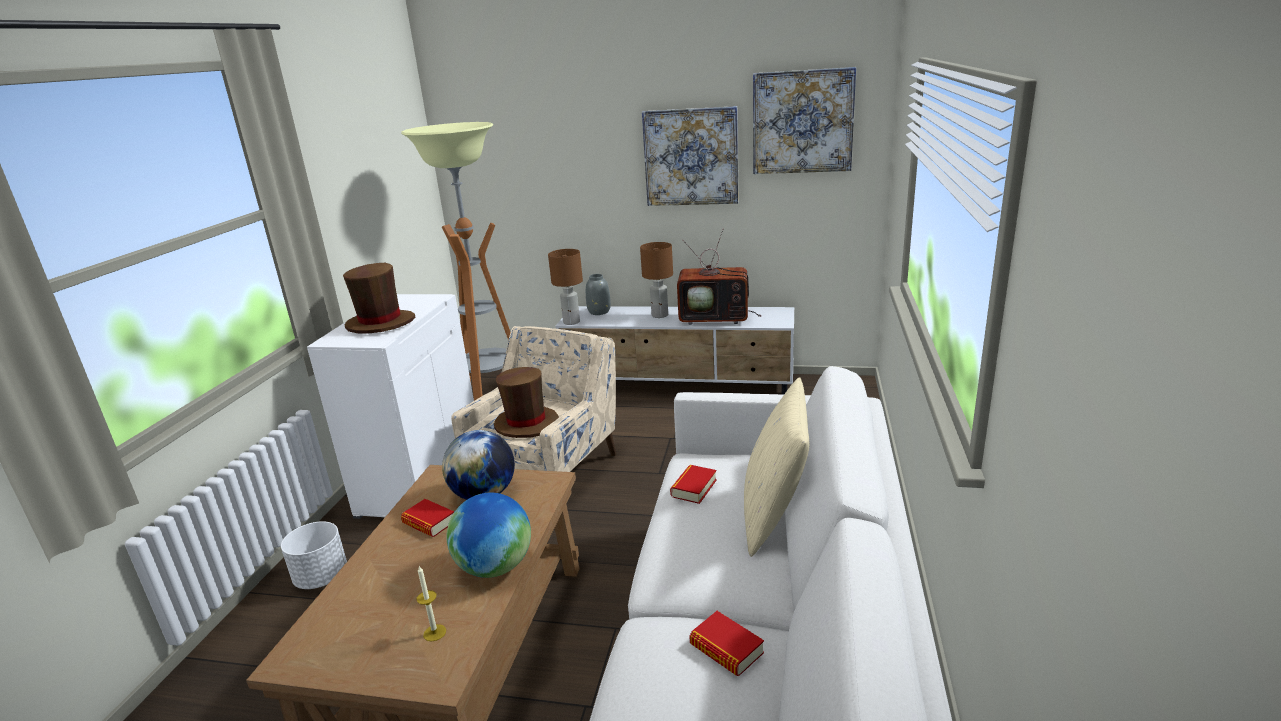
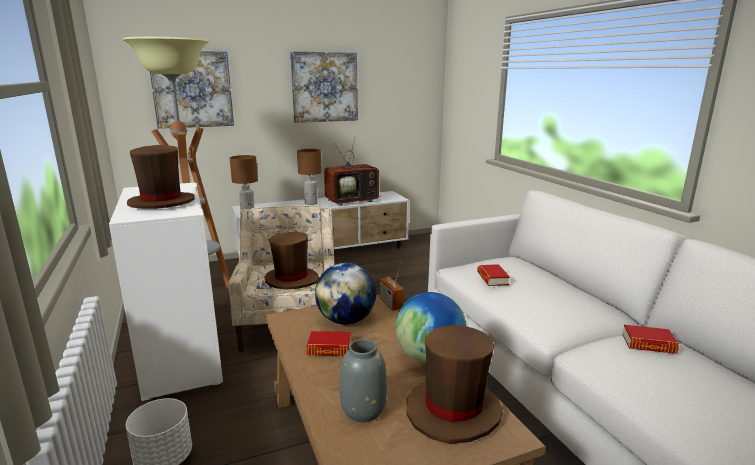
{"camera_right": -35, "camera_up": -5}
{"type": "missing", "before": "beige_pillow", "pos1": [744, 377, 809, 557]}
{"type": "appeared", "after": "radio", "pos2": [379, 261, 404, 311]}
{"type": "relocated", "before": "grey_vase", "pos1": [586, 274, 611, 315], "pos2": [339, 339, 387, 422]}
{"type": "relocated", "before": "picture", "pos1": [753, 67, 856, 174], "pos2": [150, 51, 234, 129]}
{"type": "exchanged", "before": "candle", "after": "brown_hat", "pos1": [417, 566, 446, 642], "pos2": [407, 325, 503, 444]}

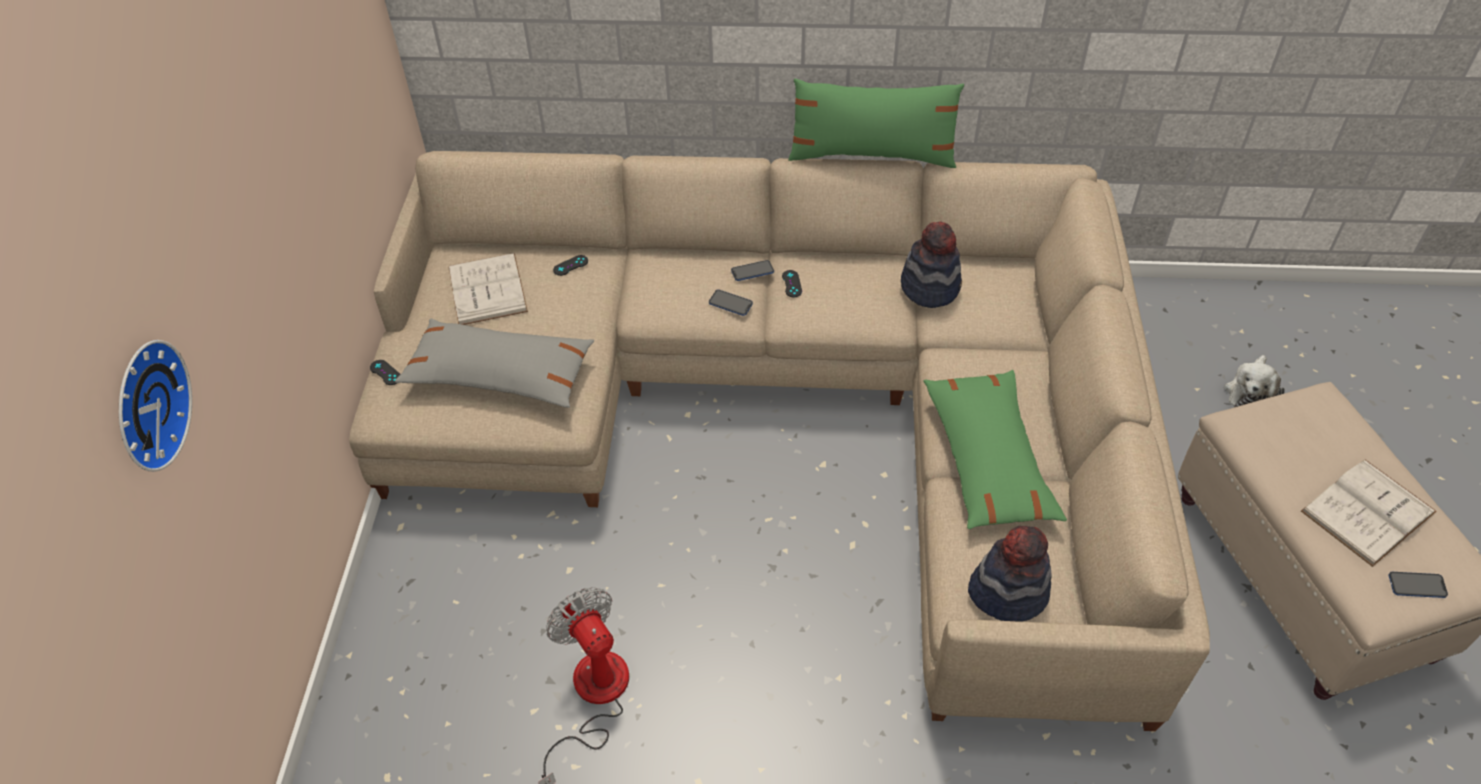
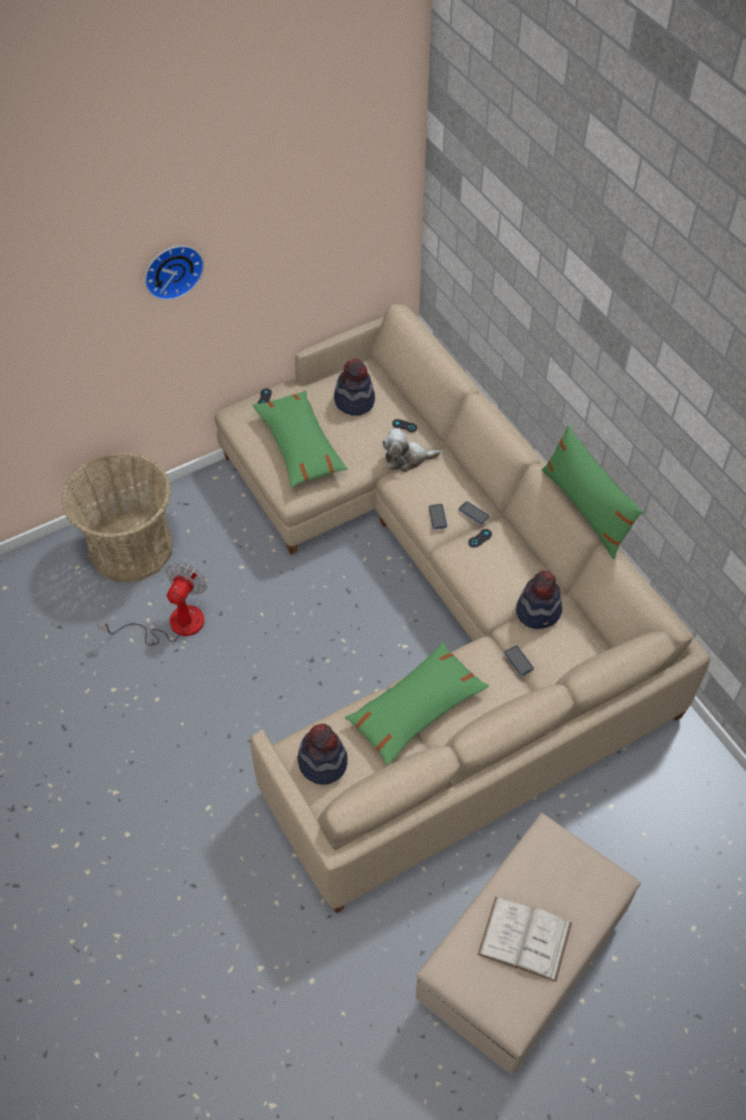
{"camera_right": 55, "camera_up": 5}
{"type": "appeared", "after": "basket", "pos2": [61, 452, 173, 582]}
{"type": "relocated", "before": "wall_clock", "pos1": [119, 340, 192, 472], "pos2": [145, 246, 204, 300]}
{"type": "relocated", "before": "plush_toy", "pos1": [1224, 355, 1285, 407], "pos2": [382, 429, 441, 472]}
{"type": "relocated", "before": "phone", "pos1": [1388, 572, 1448, 598], "pos2": [504, 646, 534, 676]}
{"type": "exchanged", "before": "white_book", "after": "hat", "pos1": [448, 253, 528, 325], "pos2": [334, 359, 375, 416]}
{"type": "colour", "before": "grey_pillow", "after": "green_pillow", "pos1": [395, 319, 594, 408], "pos2": [252, 391, 348, 488]}

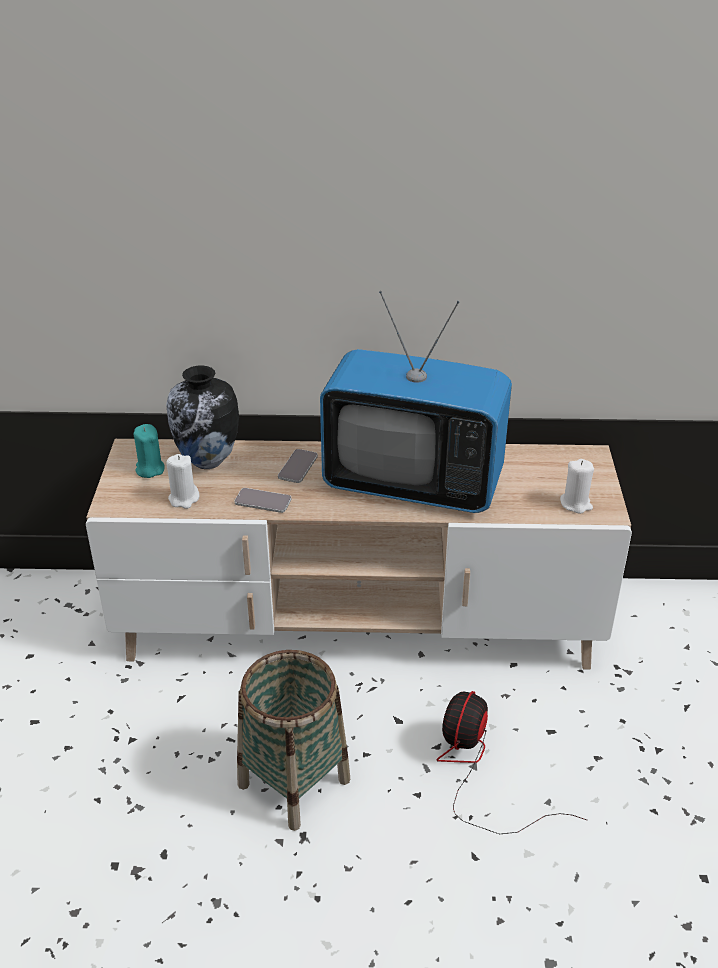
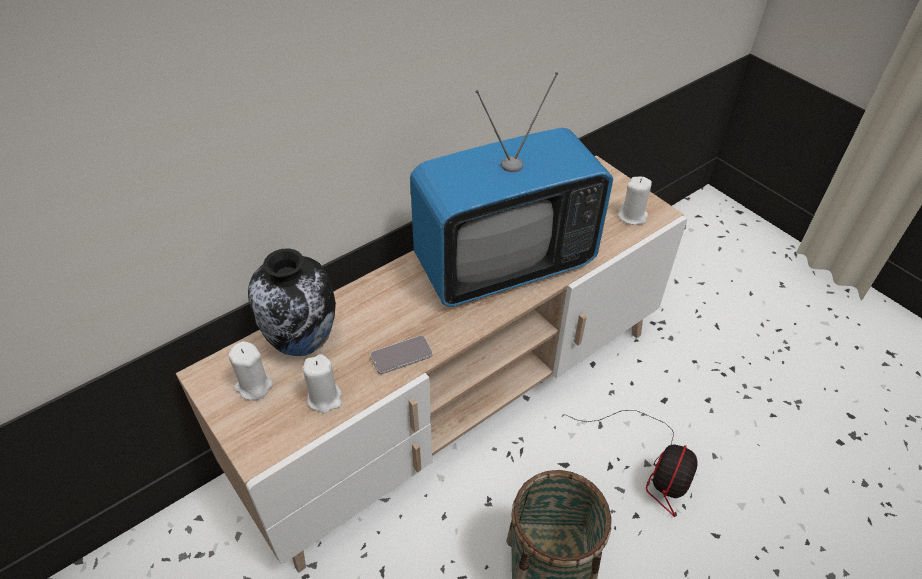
{"camera_right": -40, "camera_up": 10}
{"type": "missing", "before": "phone", "pos1": [278, 449, 318, 483]}
{"type": "colour", "before": "turquoise_candle", "after": "white_candle", "pos1": [133, 424, 165, 478], "pos2": [228, 341, 273, 401]}
{"type": "spun", "before": "fan", "pos1": [436, 691, 588, 834], "pos2": [566, 410, 698, 517], "turn": -135}

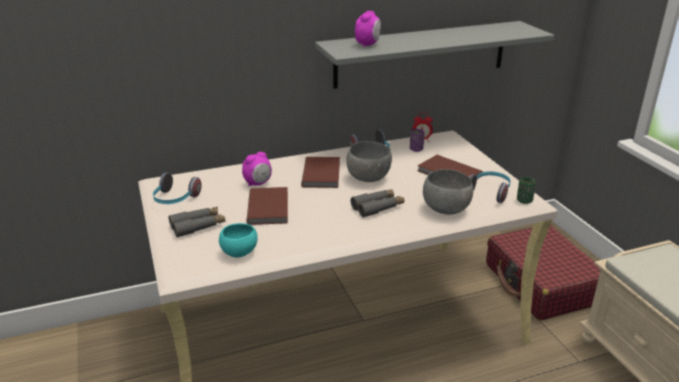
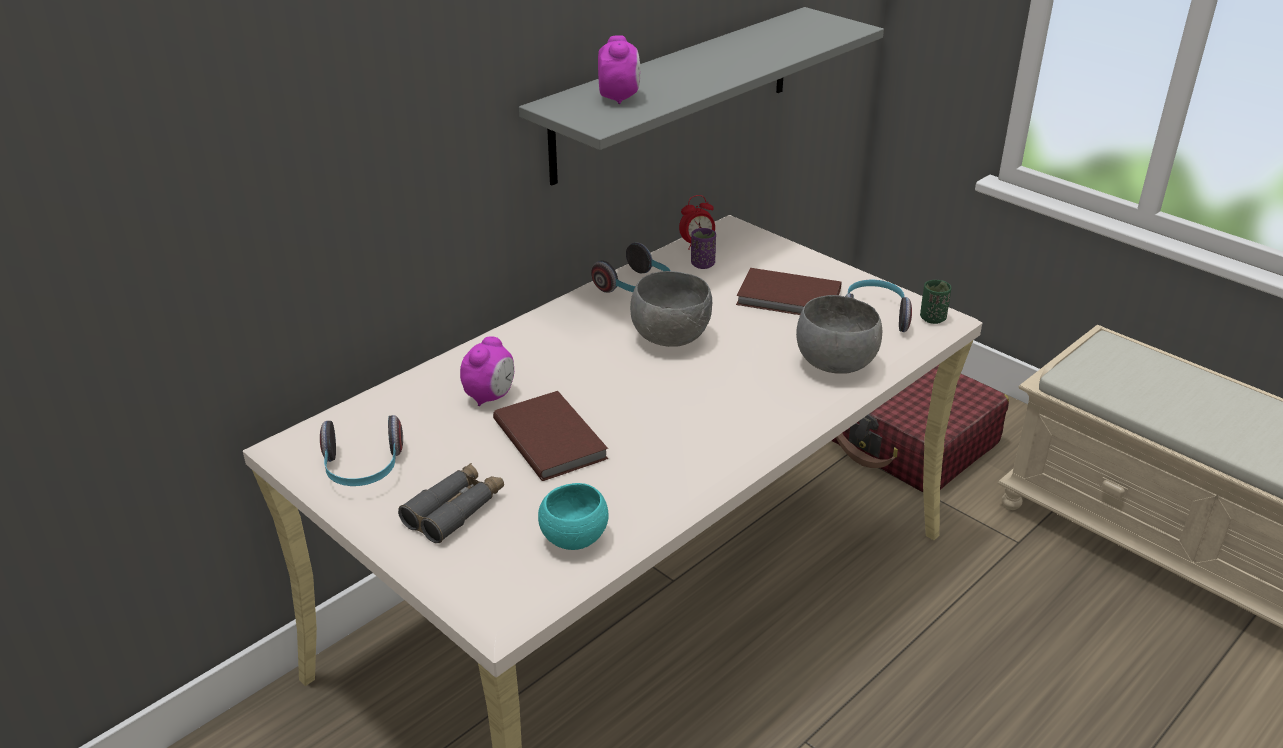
{"camera_right": -25, "camera_up": 5}
{"type": "missing", "before": "brown_book", "pos1": [301, 157, 340, 188]}
{"type": "missing", "before": "grey_binoculars", "pos1": [351, 189, 405, 218]}

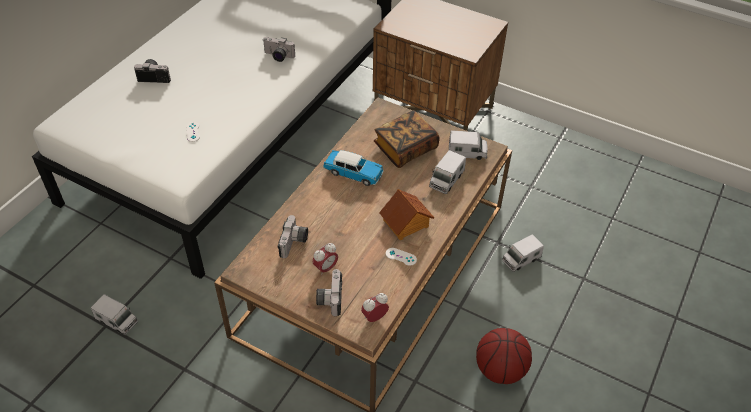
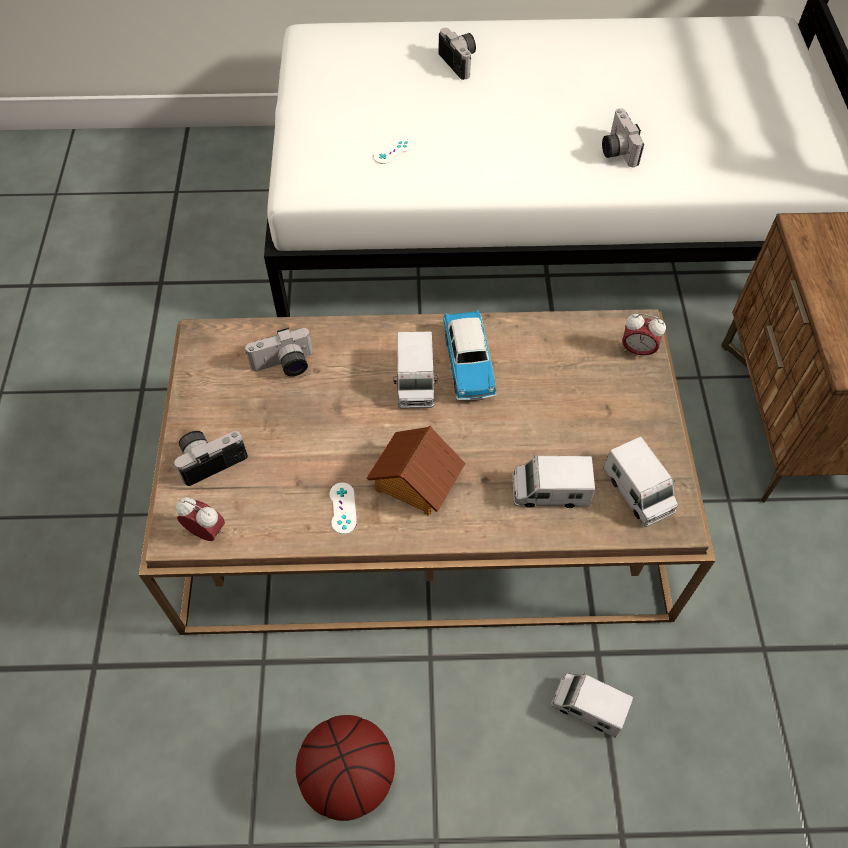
{"camera_right": 60, "camera_up": 10}
{"type": "missing", "before": "book", "pos1": [374, 110, 440, 168]}
{"type": "relocated", "before": "toy_truck", "pos1": [91, 294, 138, 335], "pos2": [394, 331, 437, 409]}
{"type": "relocated", "before": "alarm_clock", "pos1": [313, 243, 338, 276], "pos2": [622, 314, 666, 359]}

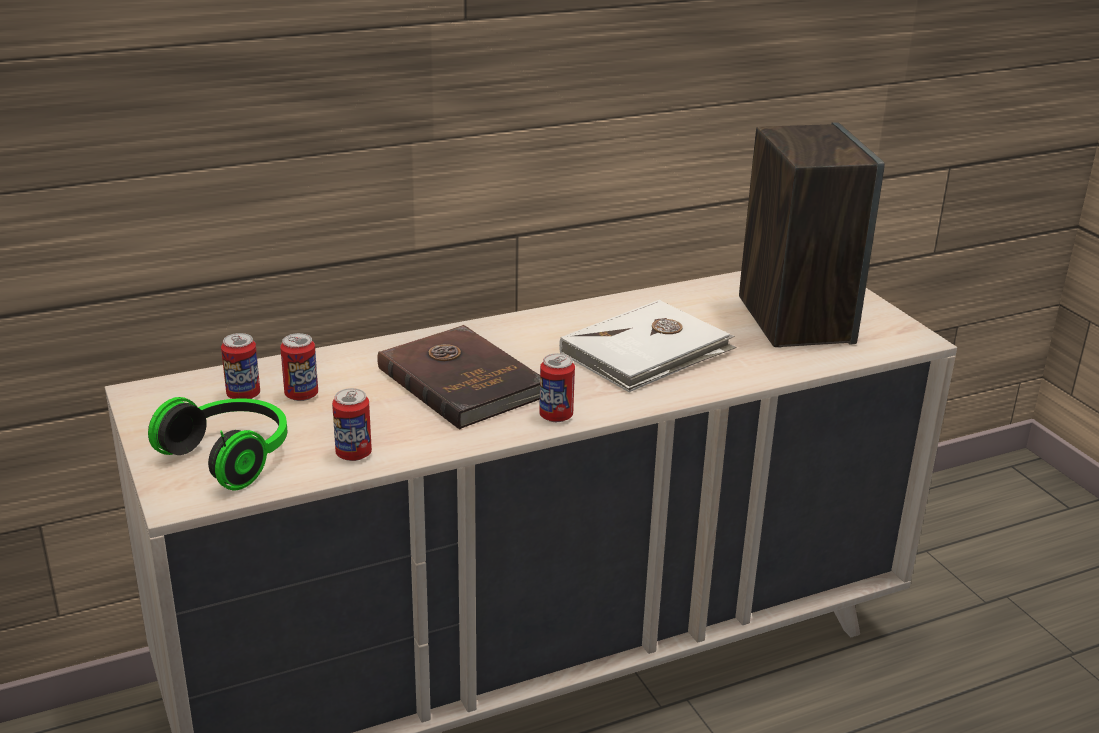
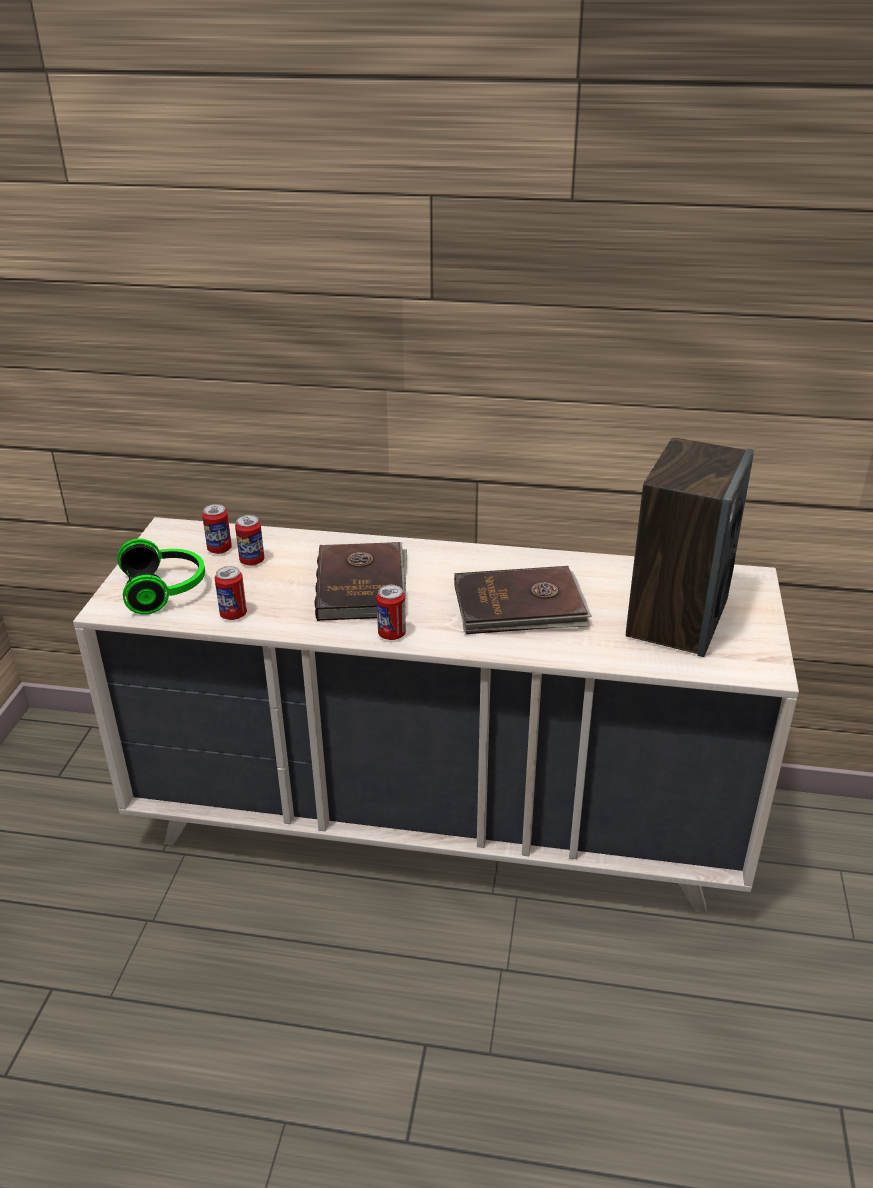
{"camera_right": 35, "camera_up": 5}
{"type": "colour", "before": "white_book", "after": "brown_book", "pos1": [559, 300, 737, 392], "pos2": [454, 566, 592, 634]}

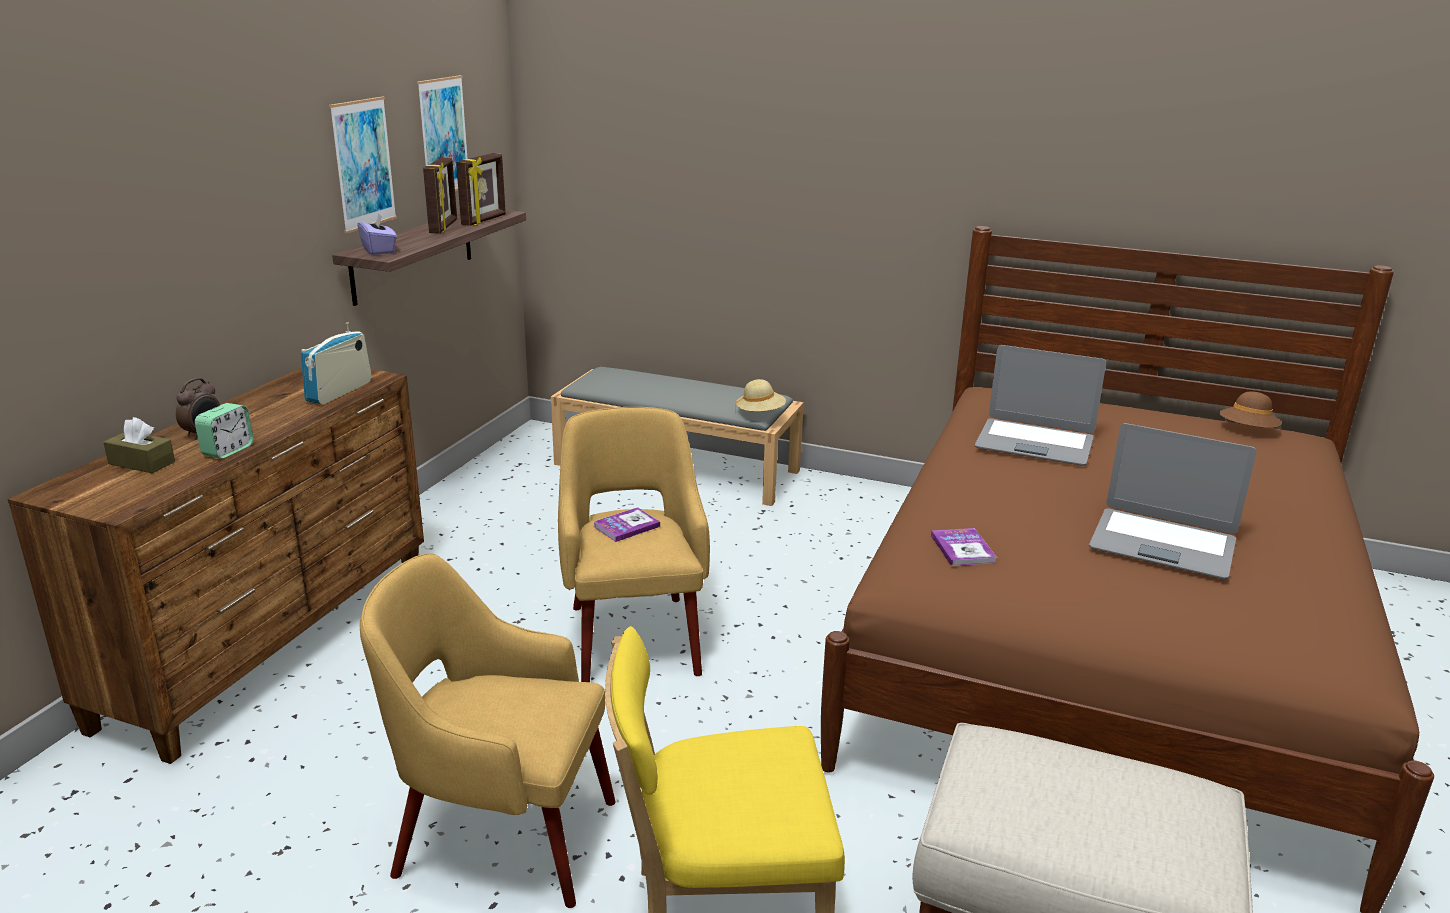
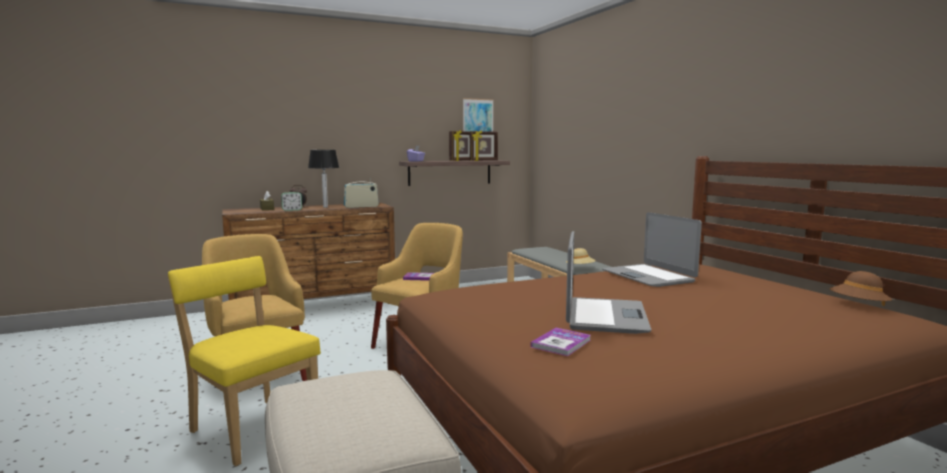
{"camera_right": 45, "camera_up": -15}
{"type": "missing", "before": "picture", "pos1": [329, 97, 397, 234]}
{"type": "appeared", "after": "table_lamp", "pos2": [308, 150, 339, 208]}
{"type": "relocated", "before": "book", "pos1": [931, 528, 997, 566], "pos2": [531, 328, 591, 356]}
{"type": "spun", "before": "laptop", "pos1": [1089, 423, 1256, 579], "pos2": [566, 231, 651, 334], "turn": -150}

